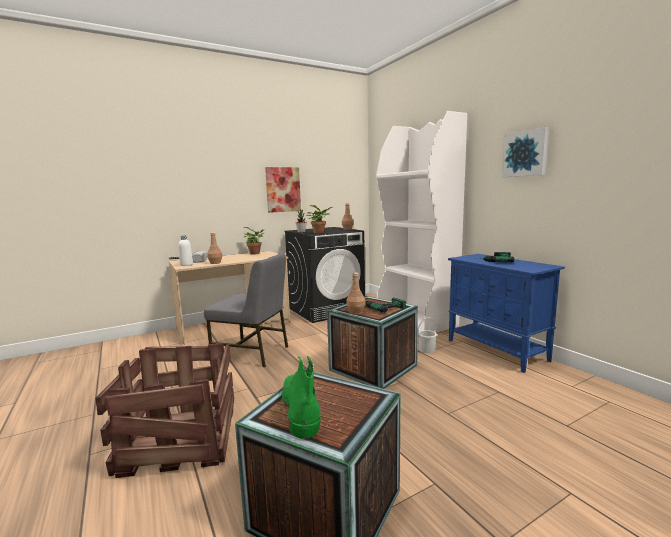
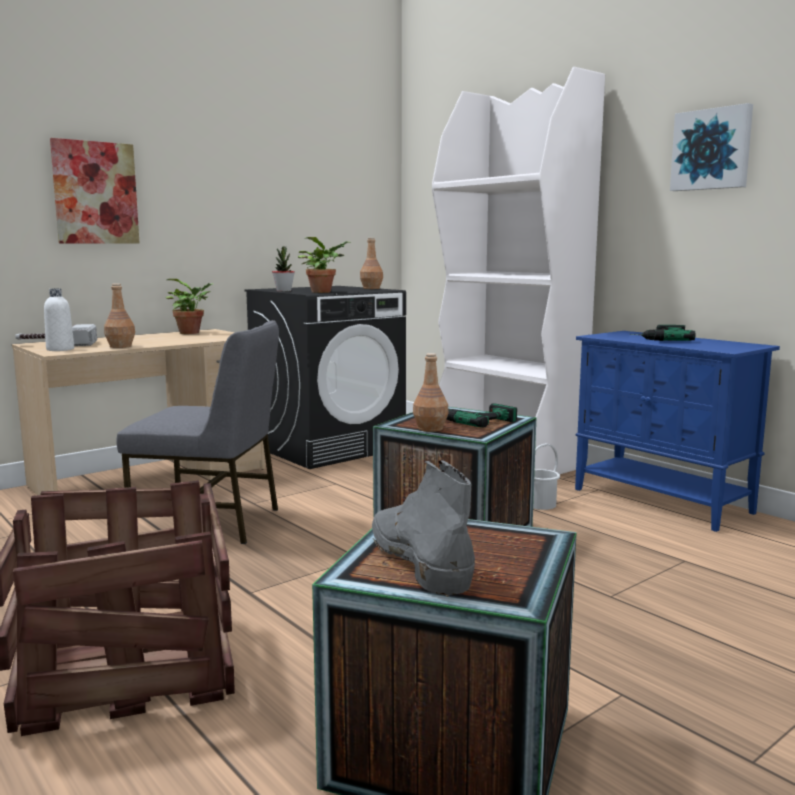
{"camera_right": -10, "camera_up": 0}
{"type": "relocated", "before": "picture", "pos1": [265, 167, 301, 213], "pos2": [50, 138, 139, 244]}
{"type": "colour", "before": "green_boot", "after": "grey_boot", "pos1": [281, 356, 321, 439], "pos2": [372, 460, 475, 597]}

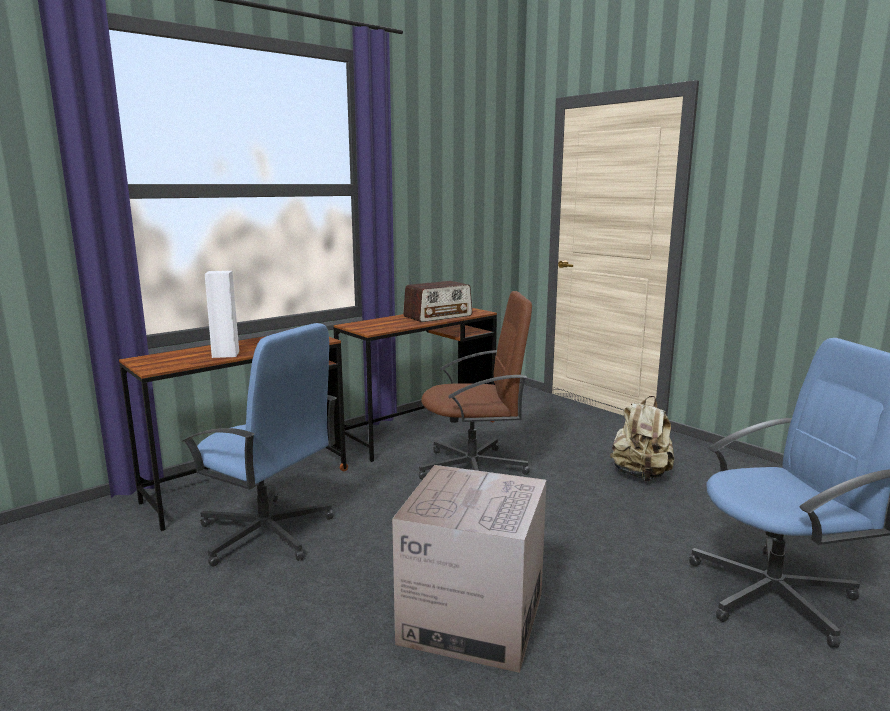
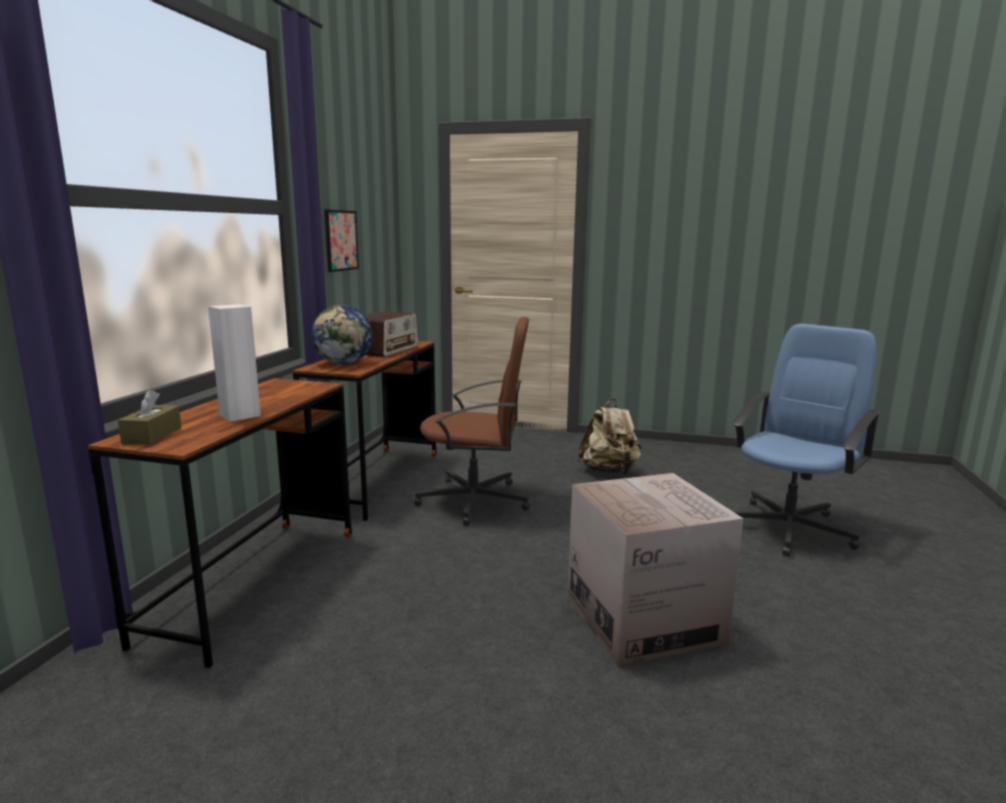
{"camera_right": -35, "camera_up": 0}
{"type": "missing", "before": "blue_office_chair", "pos1": [181, 323, 337, 567]}
{"type": "appeared", "after": "brown_tissue_box", "pos2": [118, 389, 182, 445]}
{"type": "appeared", "after": "globe", "pos2": [311, 305, 373, 365]}
{"type": "appeared", "after": "picture", "pos2": [325, 209, 359, 272]}
{"type": "spun", "before": "brown_office_chair", "pos1": [419, 291, 532, 480], "pos2": [414, 317, 530, 526], "turn": 45}

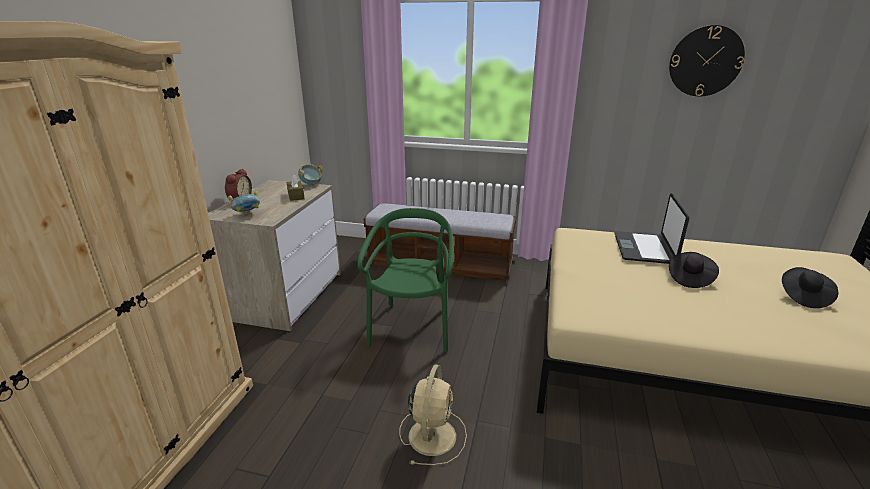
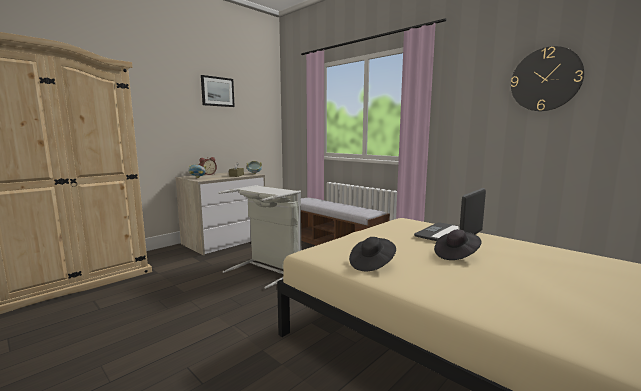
{"camera_right": 30, "camera_up": -15}
{"type": "missing", "before": "beige_fan", "pos1": [399, 365, 467, 465]}
{"type": "appeared", "after": "picture", "pos2": [201, 75, 235, 107]}
{"type": "relocated", "before": "black_hat", "pos1": [782, 267, 838, 308], "pos2": [349, 237, 396, 271]}
{"type": "exchanged", "before": "green_chair", "after": "grey_laundry_basket", "pos1": [357, 208, 454, 352], "pos2": [218, 185, 301, 289]}

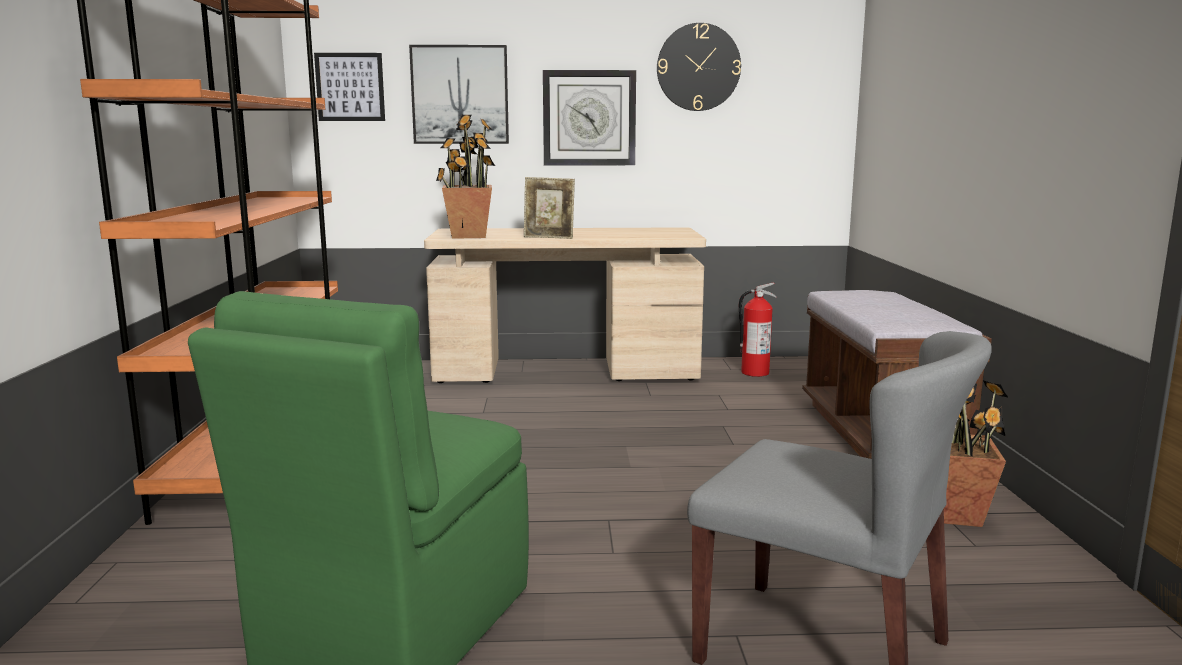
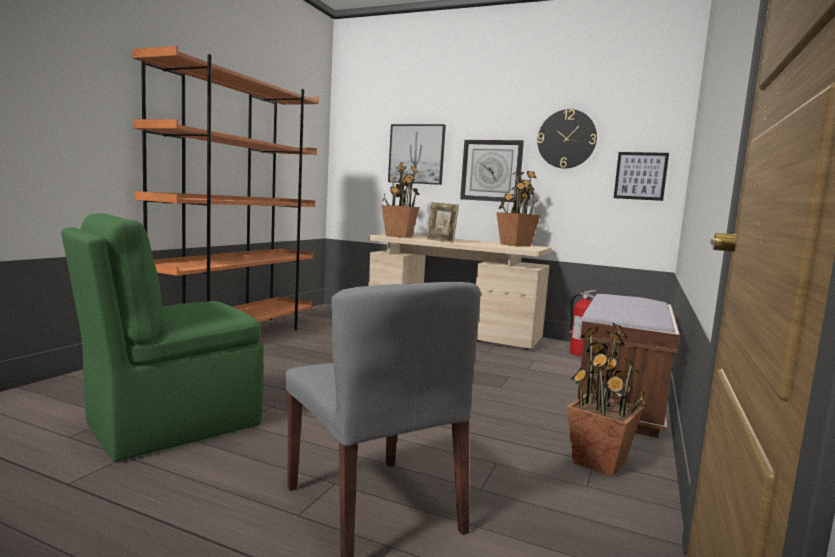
{"camera_right": 25, "camera_up": -5}
{"type": "appeared", "after": "potted_plant", "pos2": [496, 168, 540, 246]}
{"type": "relocated", "before": "picture", "pos1": [314, 53, 385, 121], "pos2": [614, 152, 669, 201]}

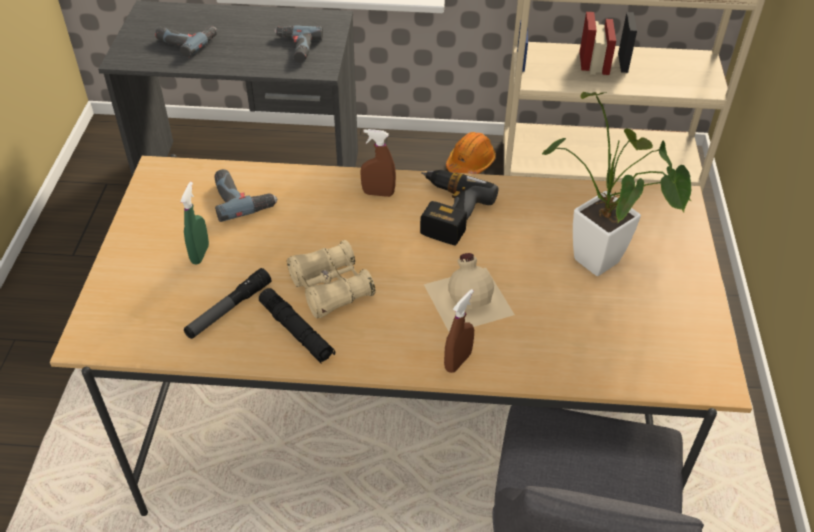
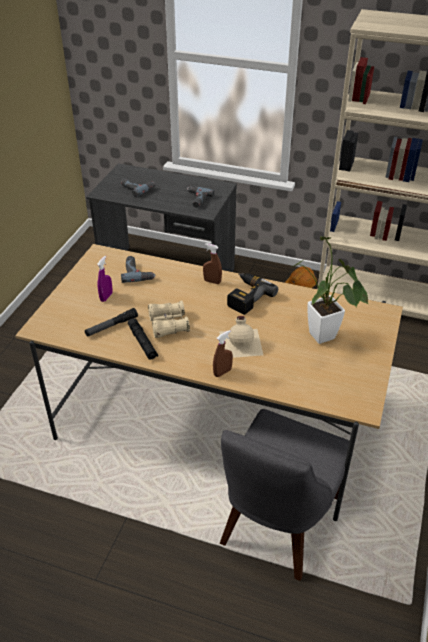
{"camera_right": 15, "camera_up": -5}
{"type": "colour", "before": "green_spray_bottle", "after": "purple_spray_bottle", "pos1": [180, 182, 209, 264], "pos2": [97, 256, 113, 302]}

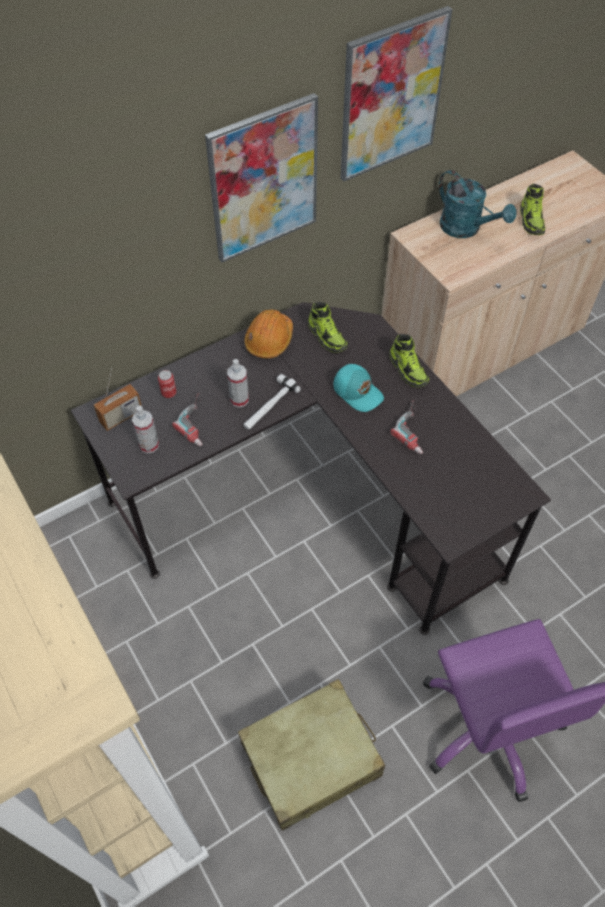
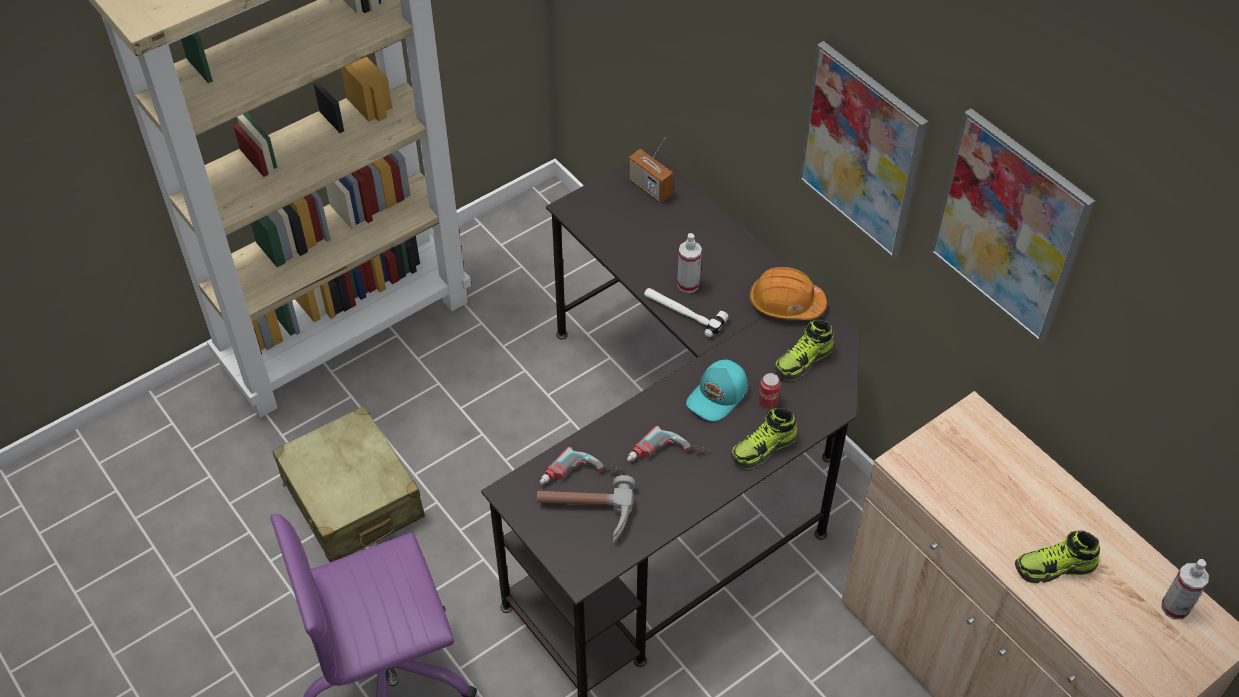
{"camera_right": 85, "camera_up": -5}
{"type": "missing", "before": "turquoise_watering_can", "pos1": [439, 170, 516, 238]}
{"type": "appeared", "after": "hammer", "pos2": [537, 475, 635, 542]}
{"type": "relocated", "before": "spray_bottle", "pos1": [132, 406, 159, 454], "pos2": [1161, 559, 1209, 620]}
{"type": "relocated", "before": "can", "pos1": [158, 370, 177, 398], "pos2": [759, 373, 781, 408]}
{"type": "relocated", "before": "power_drill", "pos1": [172, 393, 203, 446], "pos2": [540, 447, 623, 484]}

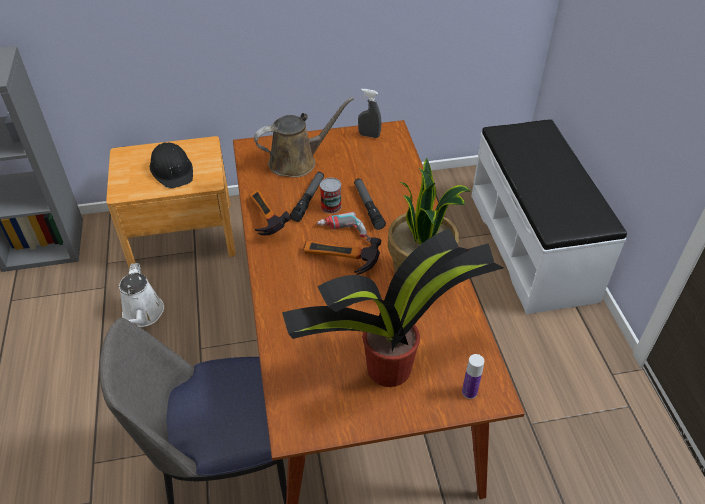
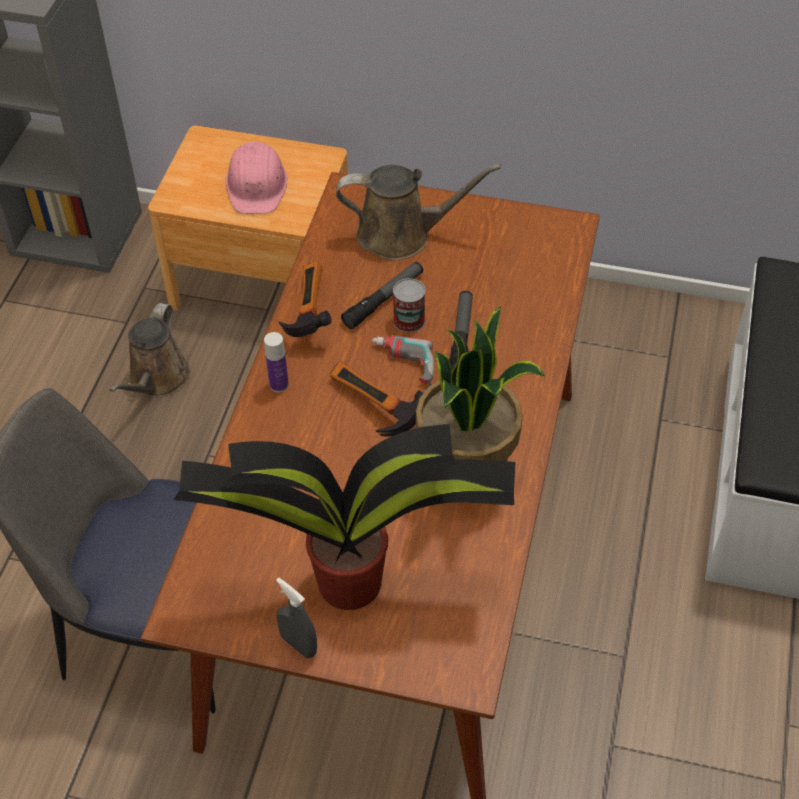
{"camera_right": 25, "camera_up": 5}
{"type": "relocated", "before": "grey_spray_bottle", "pos1": [358, 89, 381, 138], "pos2": [276, 578, 317, 658]}
{"type": "relocated", "before": "bottle", "pos1": [462, 354, 484, 399], "pos2": [264, 332, 289, 392]}
{"type": "colour", "before": "white_watering_can", "after": "brown_watering_can", "pos1": [119, 263, 164, 327], "pos2": [110, 303, 190, 398]}
{"type": "colour", "before": "black_hard_hat", "after": "pink_hard_hat", "pos1": [150, 142, 193, 188], "pos2": [226, 141, 288, 214]}

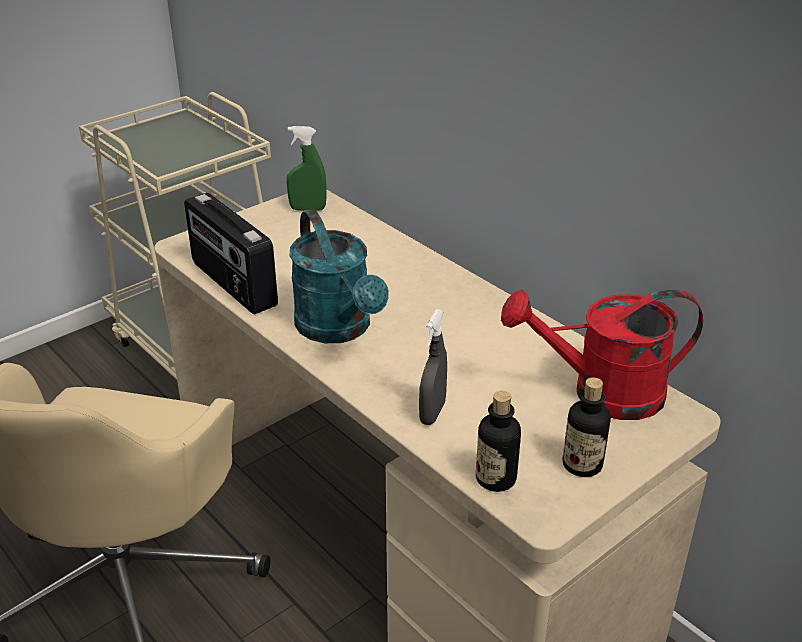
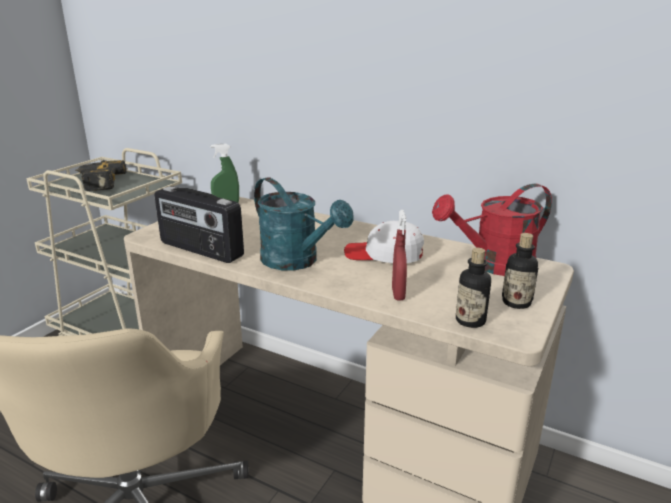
{"camera_right": -20, "camera_up": -10}
{"type": "appeared", "after": "power_drill", "pos2": [75, 160, 126, 191]}
{"type": "appeared", "after": "white_cap", "pos2": [344, 221, 424, 263]}
{"type": "colour", "before": "grey_spray_bottle", "after": "red_spray_bottle", "pos1": [419, 309, 447, 425], "pos2": [392, 210, 407, 300]}

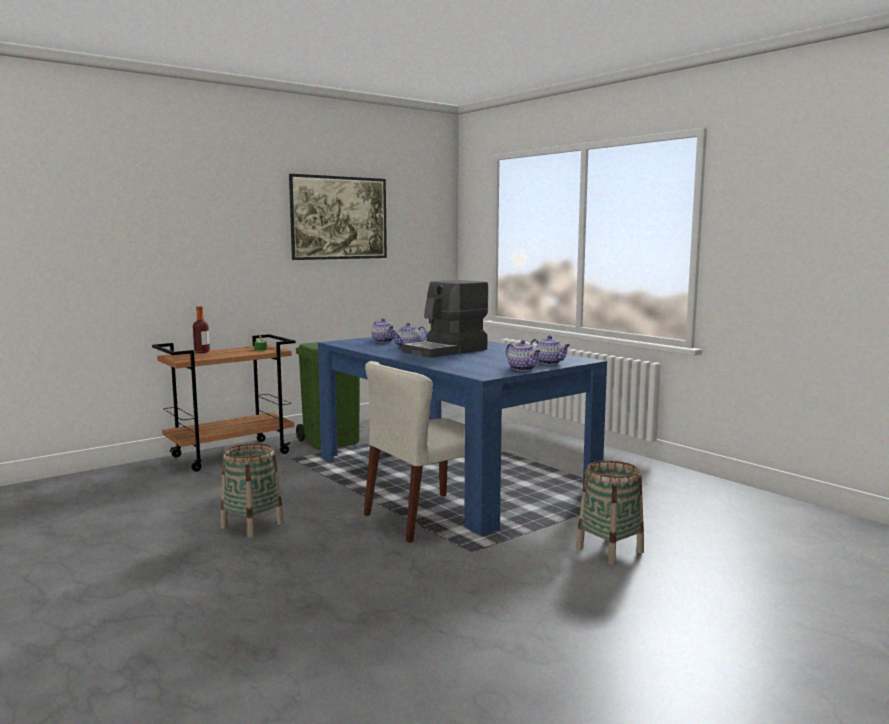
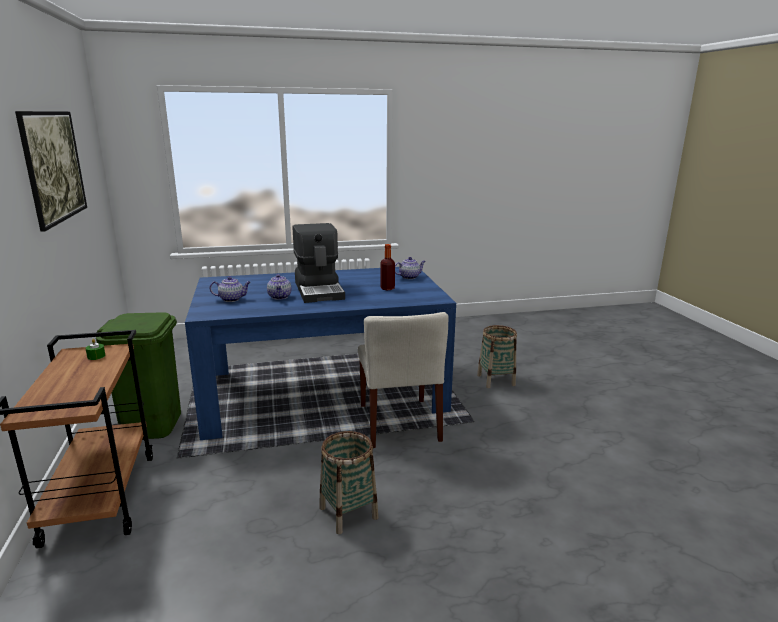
{"camera_right": -65, "camera_up": 10}
{"type": "missing", "before": "teapot", "pos1": [506, 340, 540, 371]}
{"type": "relocated", "before": "bottle", "pos1": [193, 306, 210, 353], "pos2": [380, 244, 395, 290]}

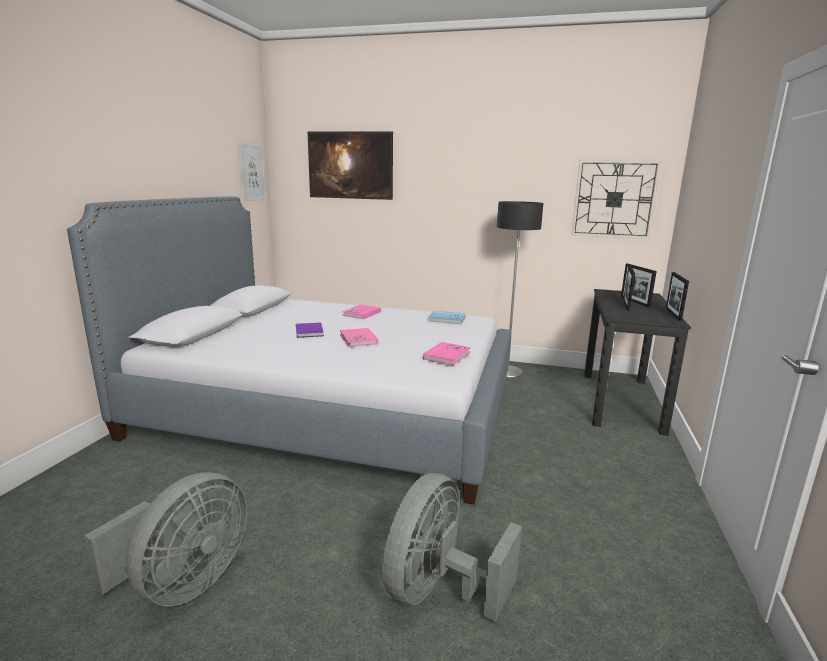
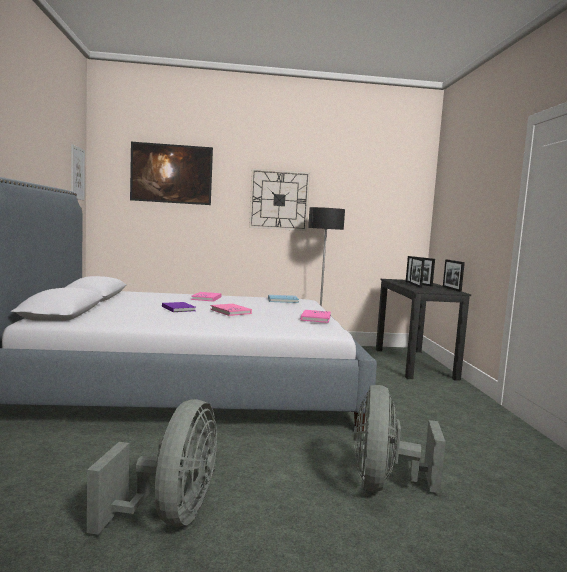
{"camera_right": -20, "camera_up": -10}
{"type": "relocated", "before": "wall_clock", "pos1": [571, 160, 661, 239], "pos2": [249, 168, 310, 231]}

